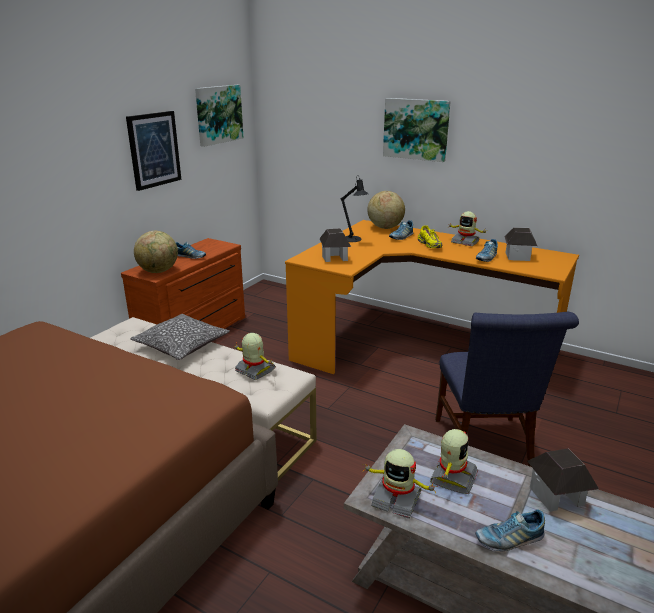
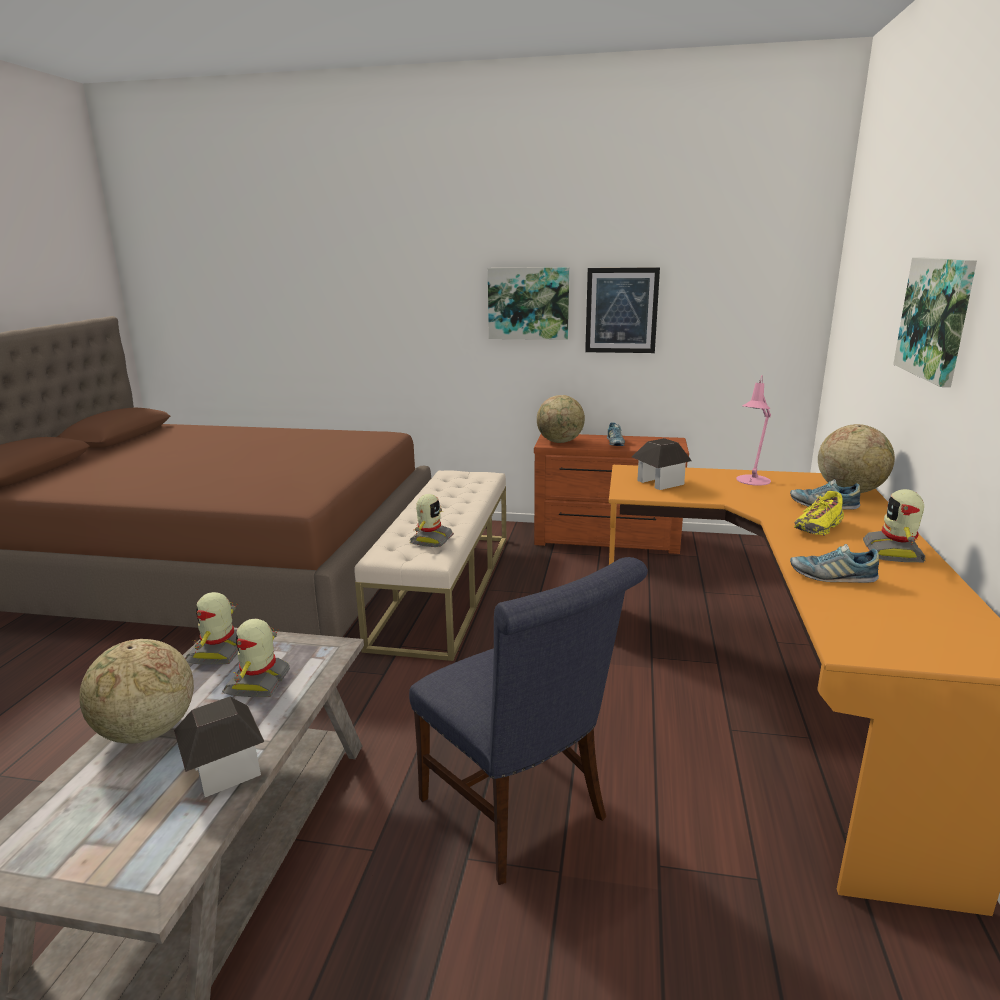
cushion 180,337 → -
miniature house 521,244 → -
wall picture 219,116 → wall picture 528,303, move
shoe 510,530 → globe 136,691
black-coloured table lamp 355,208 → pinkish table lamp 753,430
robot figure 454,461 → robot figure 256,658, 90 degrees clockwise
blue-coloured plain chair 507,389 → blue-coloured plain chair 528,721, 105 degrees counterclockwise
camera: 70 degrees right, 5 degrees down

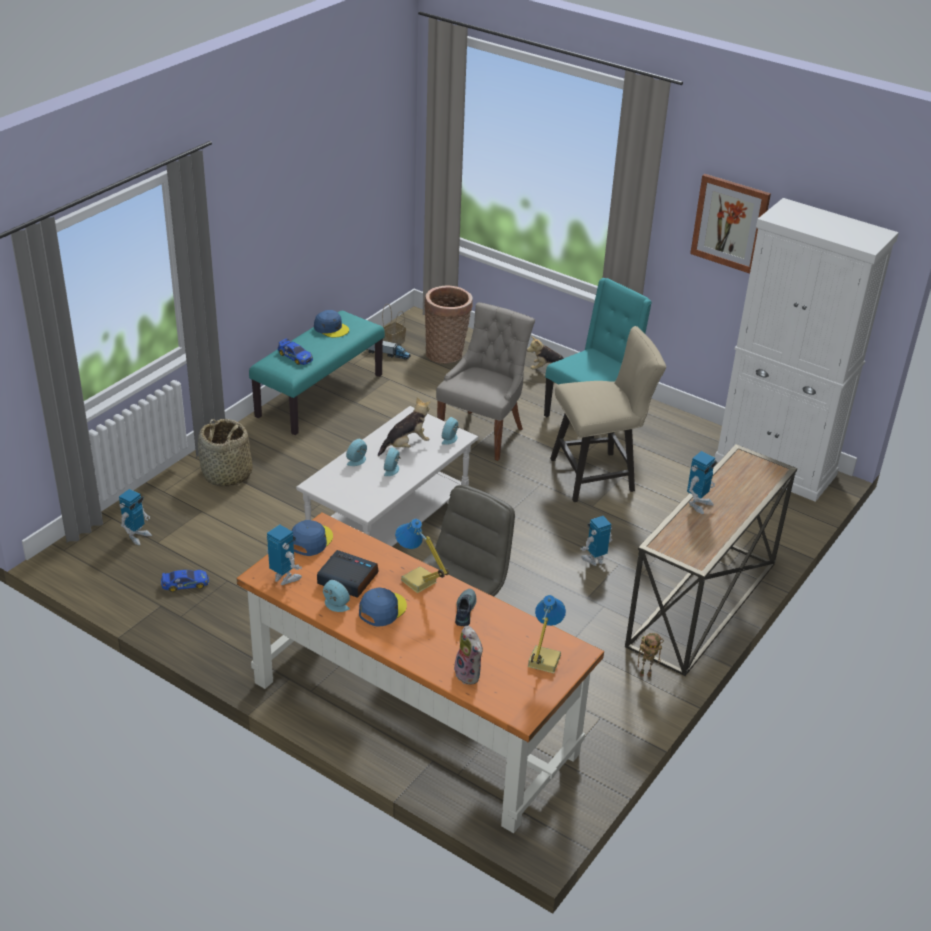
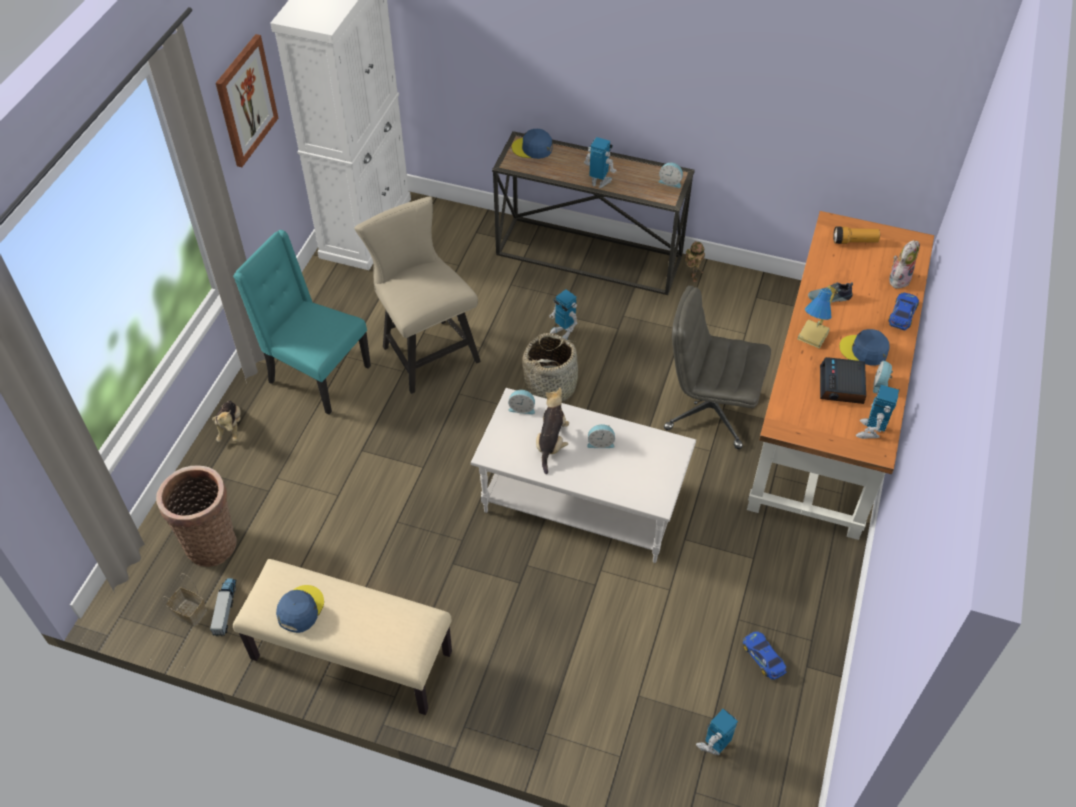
greyish plain chair 485,381 → -
storage basket 225,452 → storage basket 551,368, move
model car 295,352 → model car 903,311, move
blue-coloured cap 312,538 → blue-coloured cap 532,144, move
table clock 356,452 → table clock 670,175, move
table lamp 547,634 → flashlight 856,235
turquoise long seat 317,373 → beige long seat 342,637
robot figure 135,517 → robot figure 717,732, 60 degrees counterclockwise
plush toy 404,426 → plush toy 552,431, 60 degrees clockwise
camera: 105 degrees left, 15 degrees up

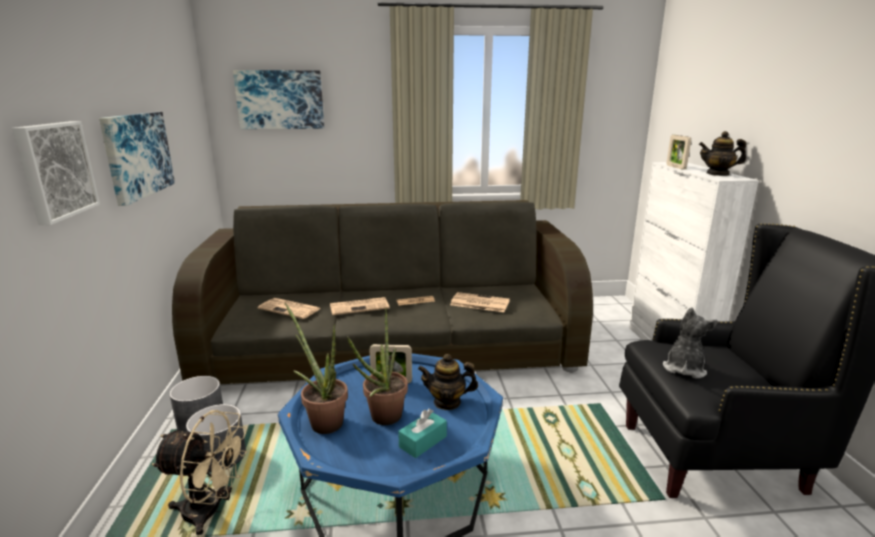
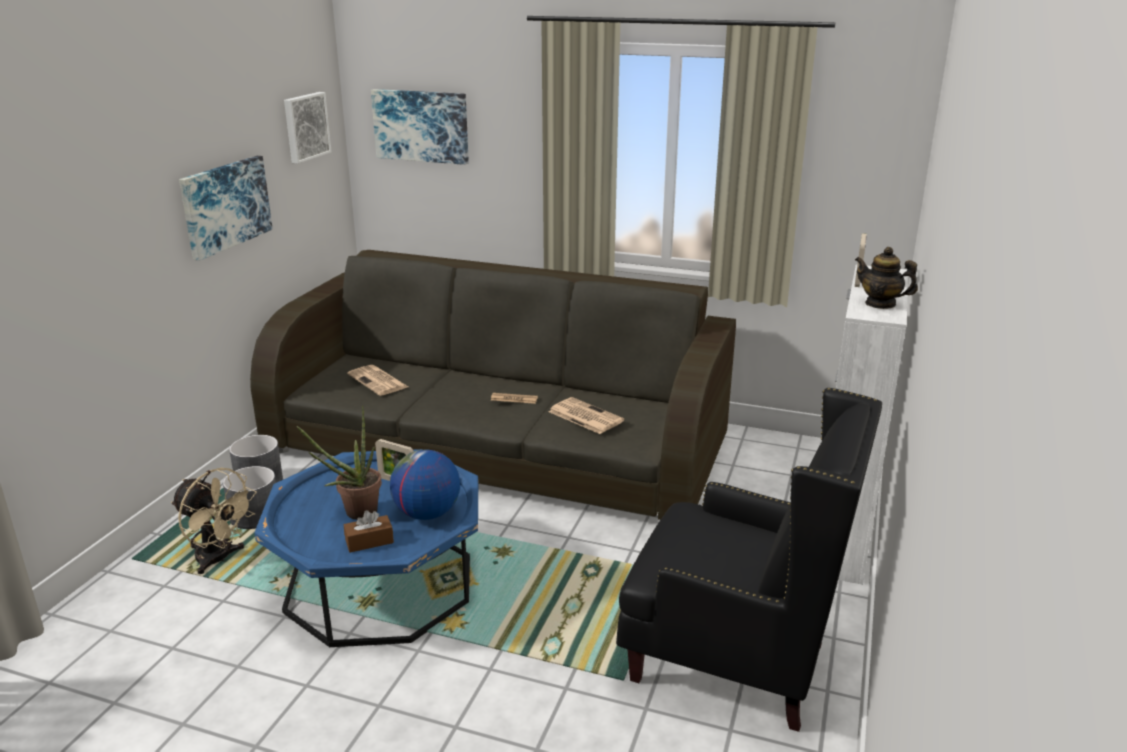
plant in a pot 316,368 → -
newspaper 360,306 → -
plush toy 690,343 → -
wall picture 56,173 → wall picture 308,128, move
teapot 448,382 → globe 425,485
turquoise box of tissues 422,433 → brown-coloured box of tissues 369,531
camera: 25 degrees right, 5 degrees up

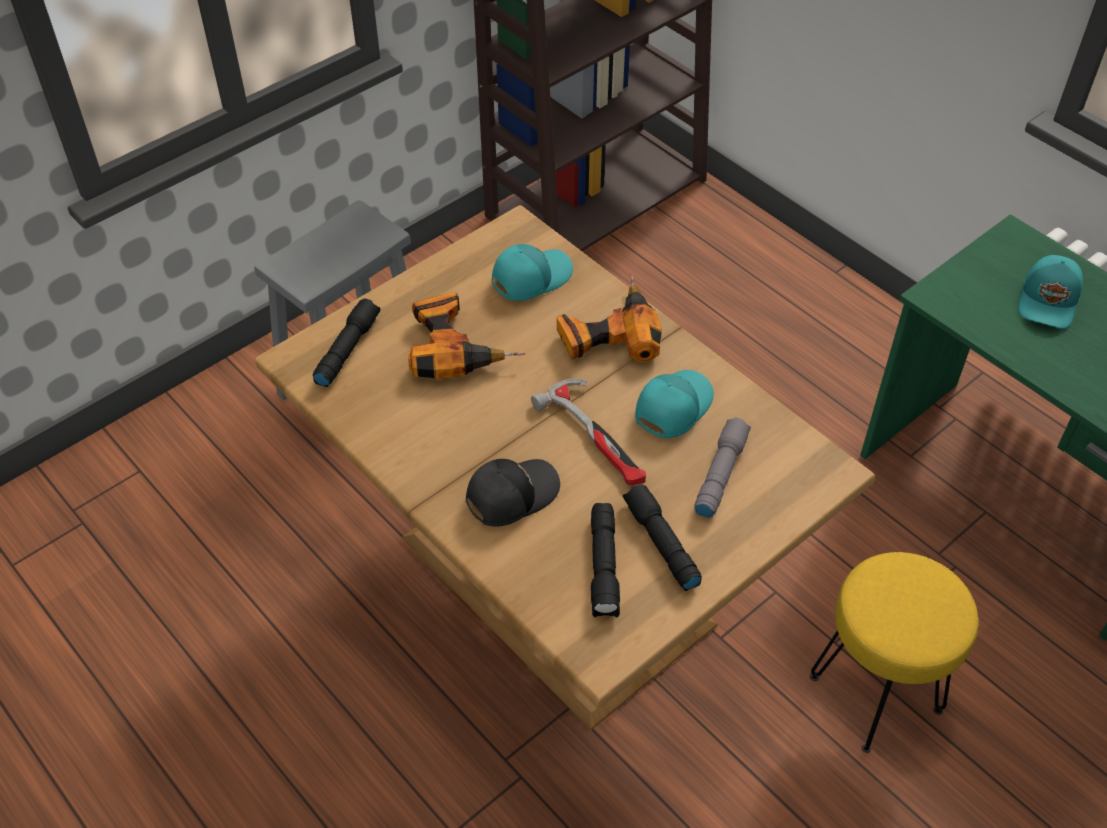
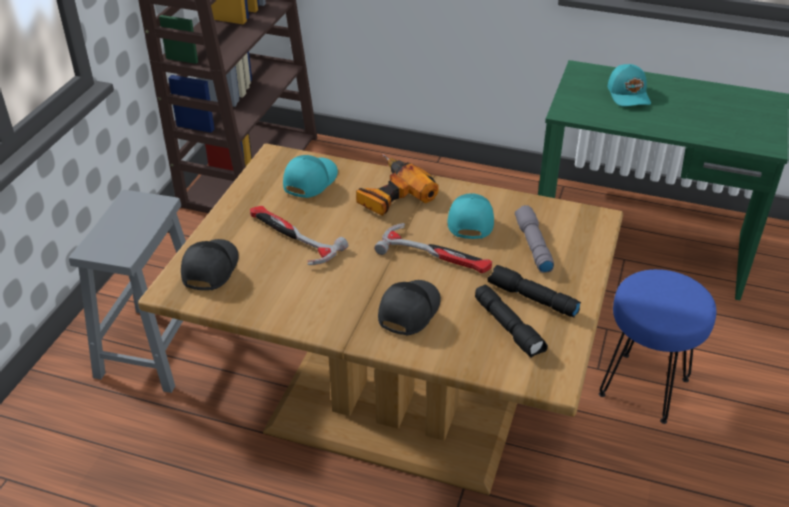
black-coloured flashlight 346,343 → black-coloured cap 210,264
drill 466,335 → hammer 299,235
yellow-coloured sitting stool 894,652 → blue-coloured sitting stool 657,346
camera: 30 degrees left, 10 degrees down

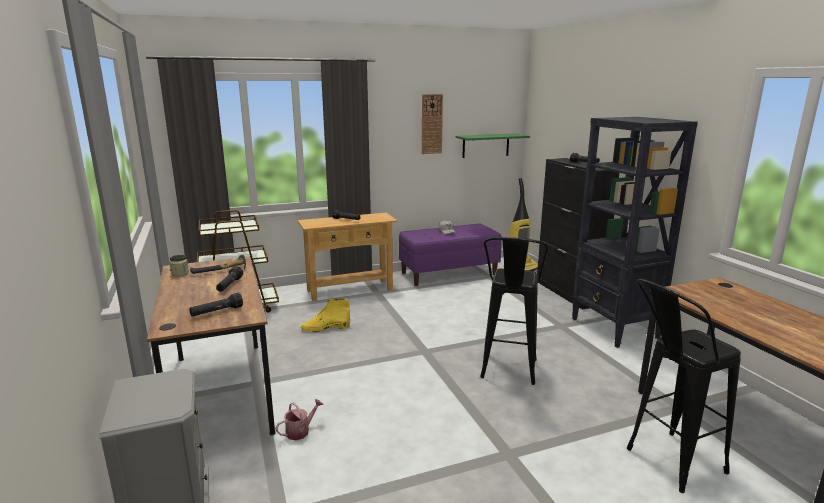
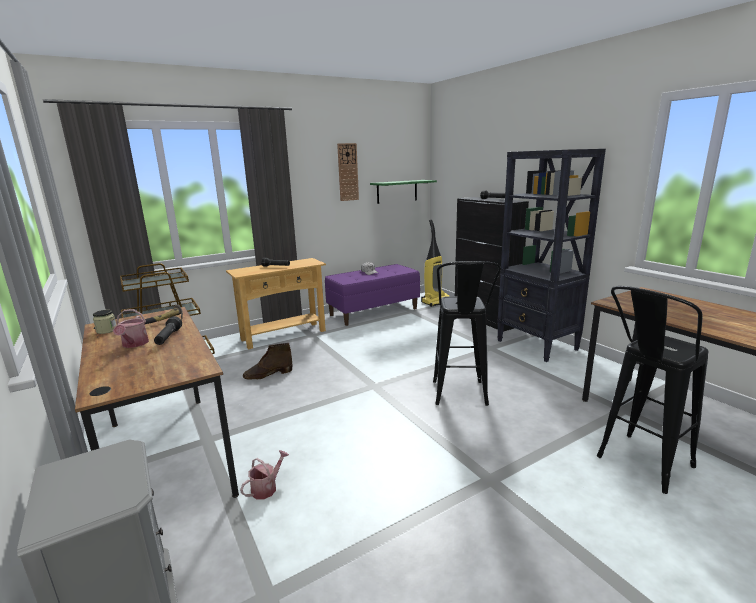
black-coloured flashlight 216,305 → -
- → sprinkling can 131,328
yellow-coloured high-top boot 325,315 → brown-coloured high-top boot 268,361
camera: 10 degrees left, 0 degrees up

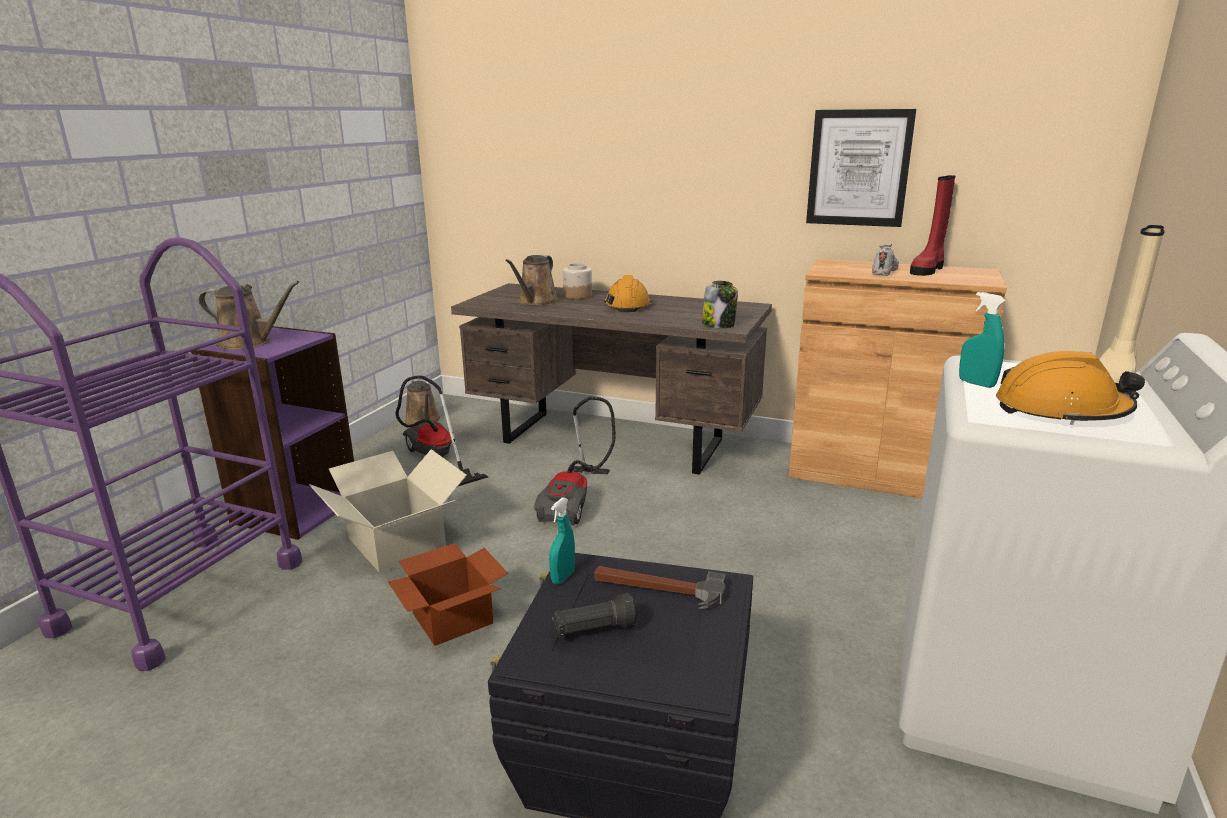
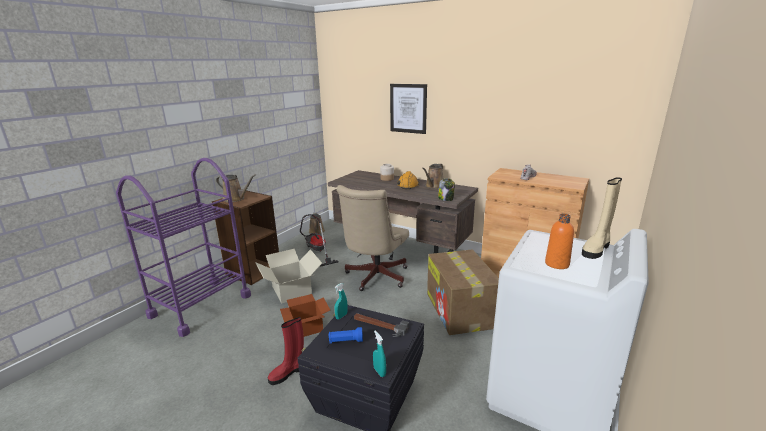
- → carton 463,292
brown-coloured sprinkling can 531,280 → brown-coloured sprinkling can 432,176, move
wall picture 861,168 → wall picture 408,109, move
reddish high-top boot 932,225 → reddish high-top boot 286,351, move
turquoise sprayer 982,340 → turquoise sprayer 379,354, move
vacuum 575,461 → beige desk chair 373,238
orange-coloured safety helmet 1070,388 → orange-coloured drink bottle 559,241
purple-coloured bookcase 272,433 → brown-coloured bookcase 245,237
black-coloured flashlight 594,615 → blue-coloured flashlight 346,335
camera: 10 degrees right, 0 degrees up

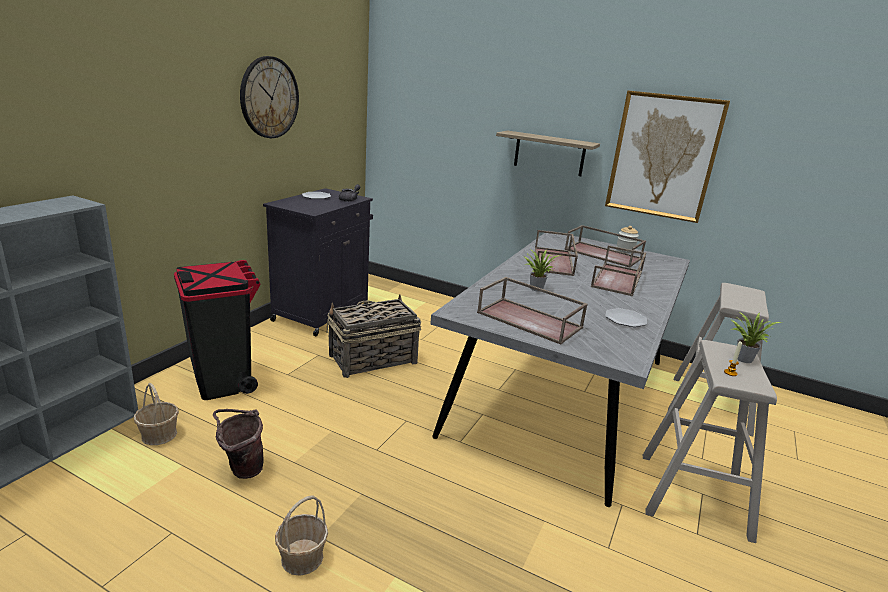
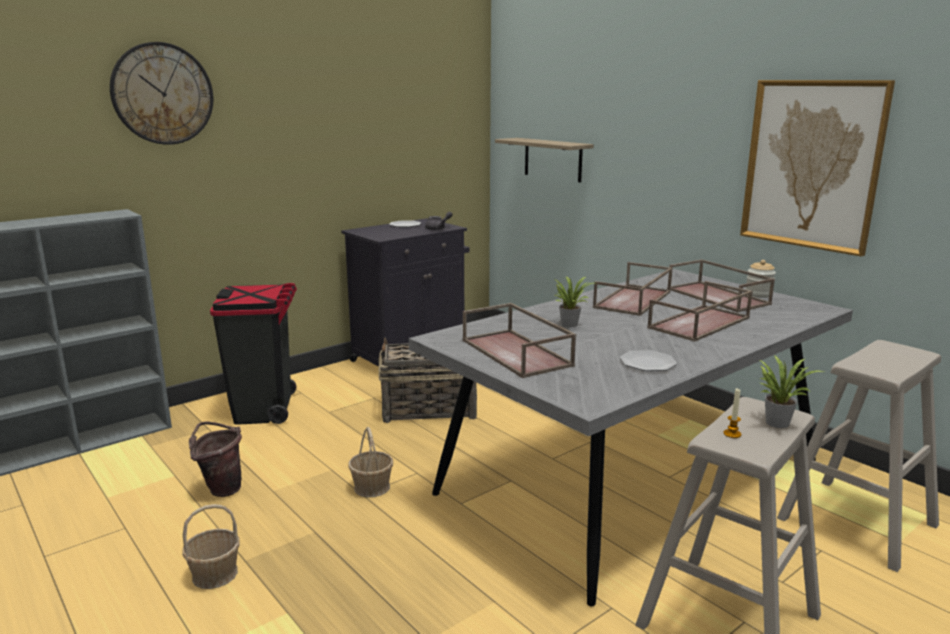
storage basket 156,414 → storage basket 370,462, move
hanging clock 269,97 → hanging clock 161,93, move
wall shelf 548,153 → wall shelf 544,160, move
camera: 25 degrees right, 5 degrees down

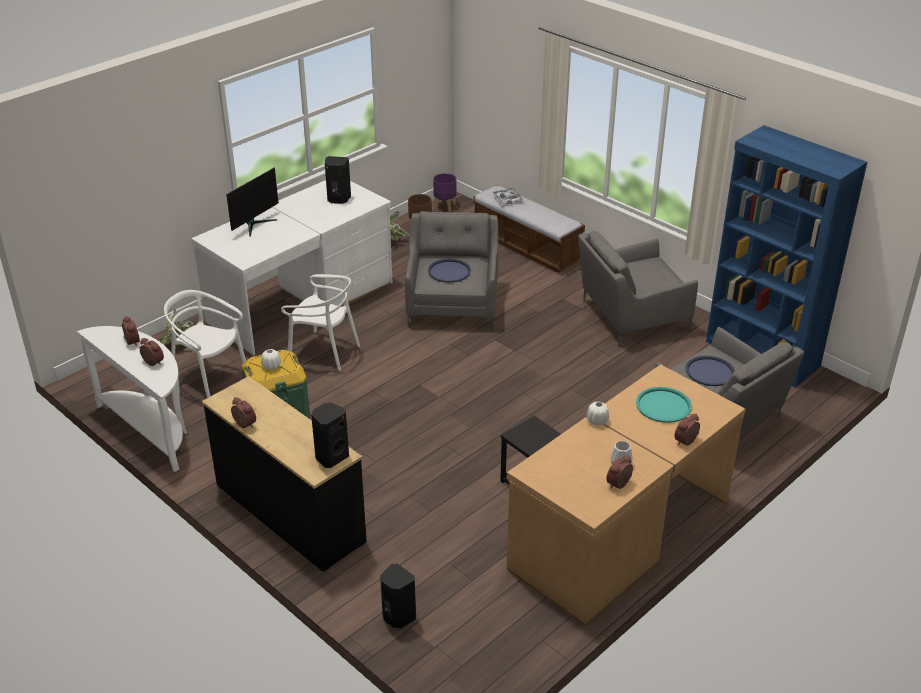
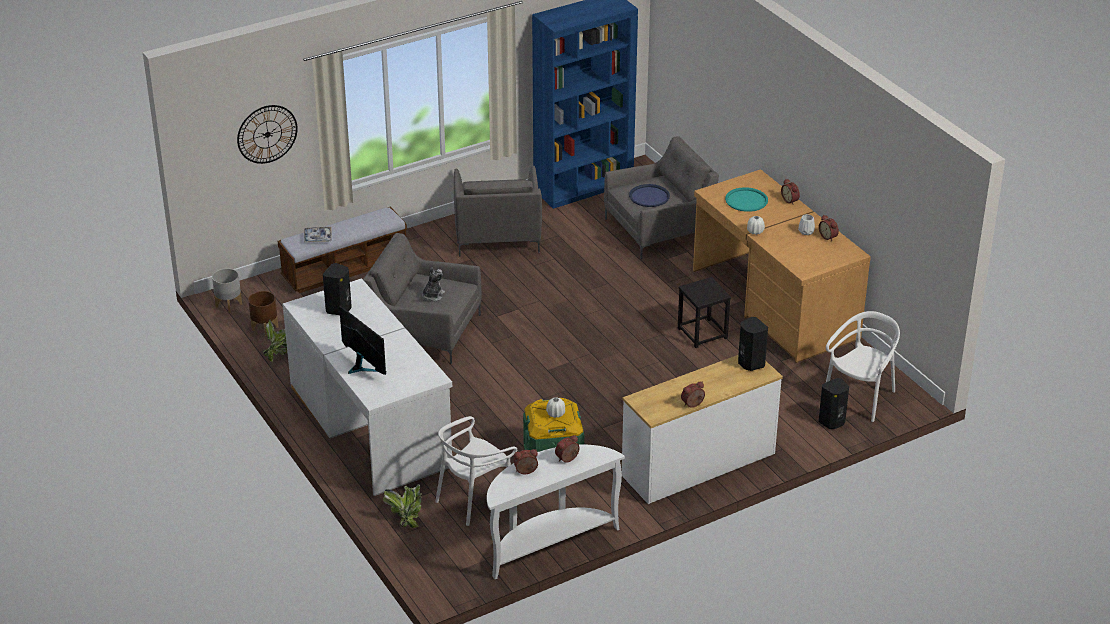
- → hanging clock 267,134
whitish plain chair 320,322 → whitish plain chair 863,366, move
blue-coloured carrying tray 449,271 → plush toy 433,284
black-coloured drawer chest 284,474 → whitish drawer chest 702,429
purple-coloured flower pot 444,192 → greyish flower pot 227,290
camera: 75 degrees left, 0 degrees up

